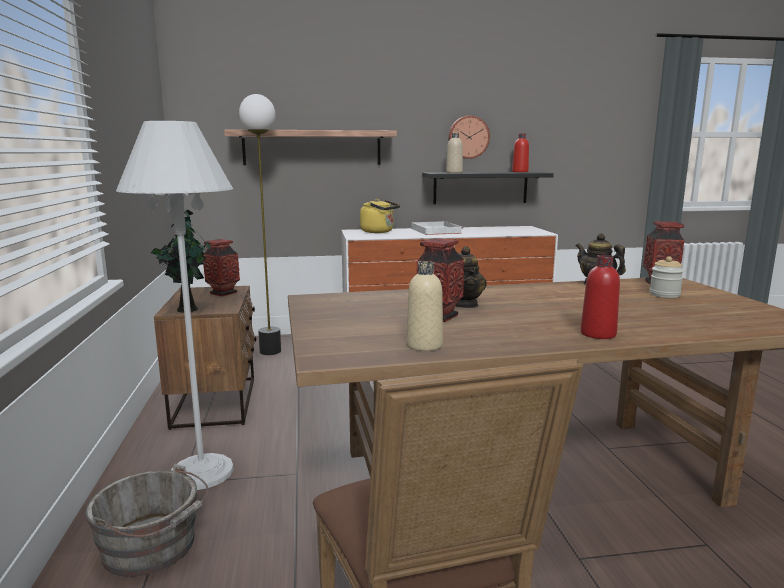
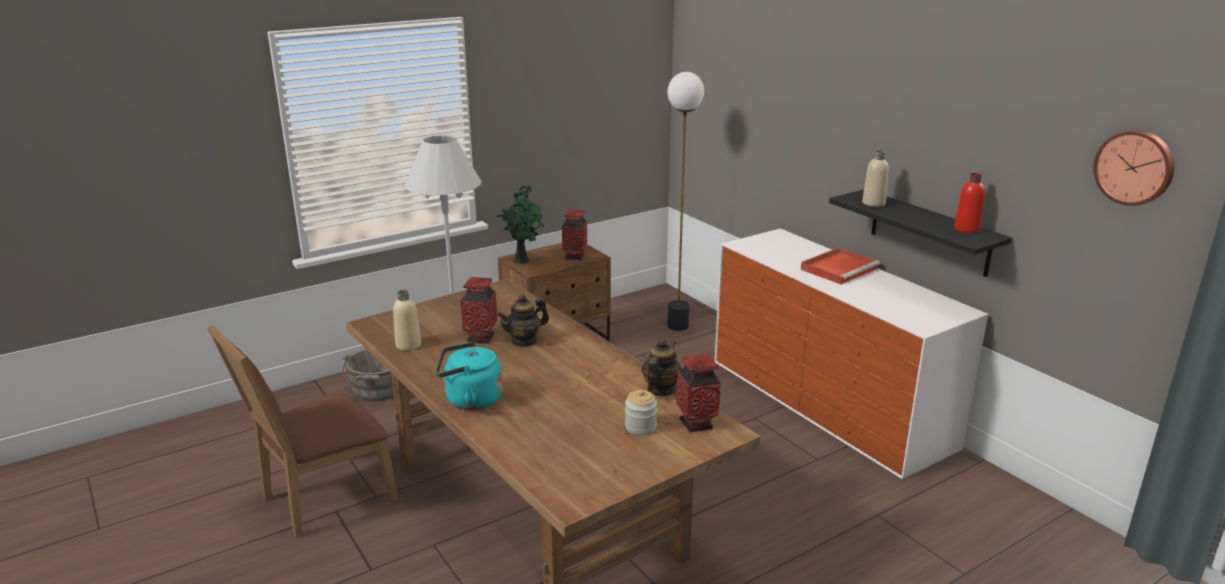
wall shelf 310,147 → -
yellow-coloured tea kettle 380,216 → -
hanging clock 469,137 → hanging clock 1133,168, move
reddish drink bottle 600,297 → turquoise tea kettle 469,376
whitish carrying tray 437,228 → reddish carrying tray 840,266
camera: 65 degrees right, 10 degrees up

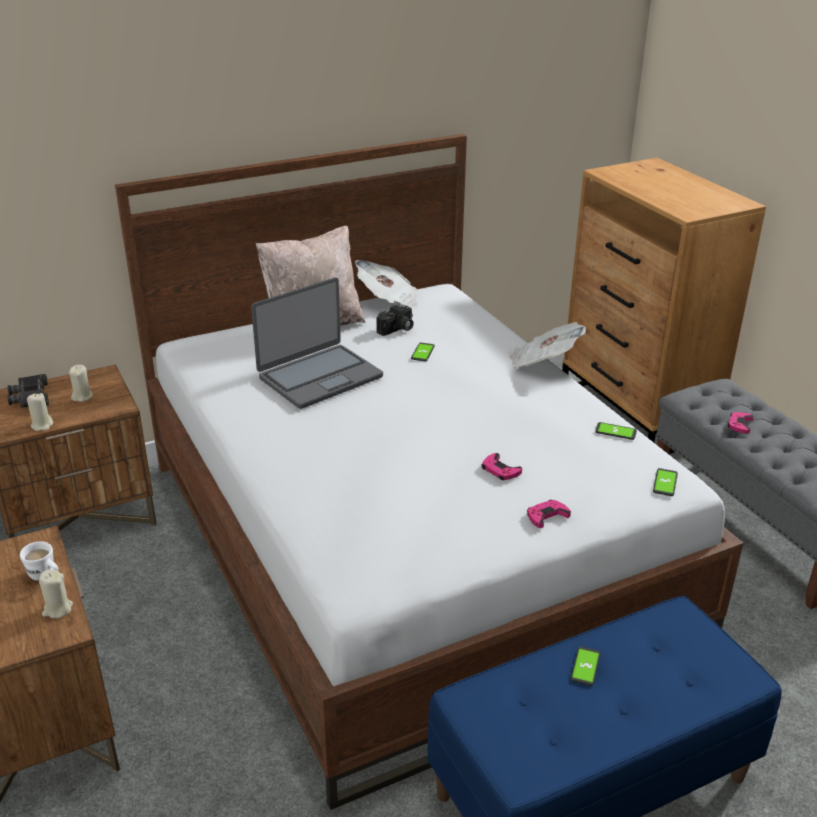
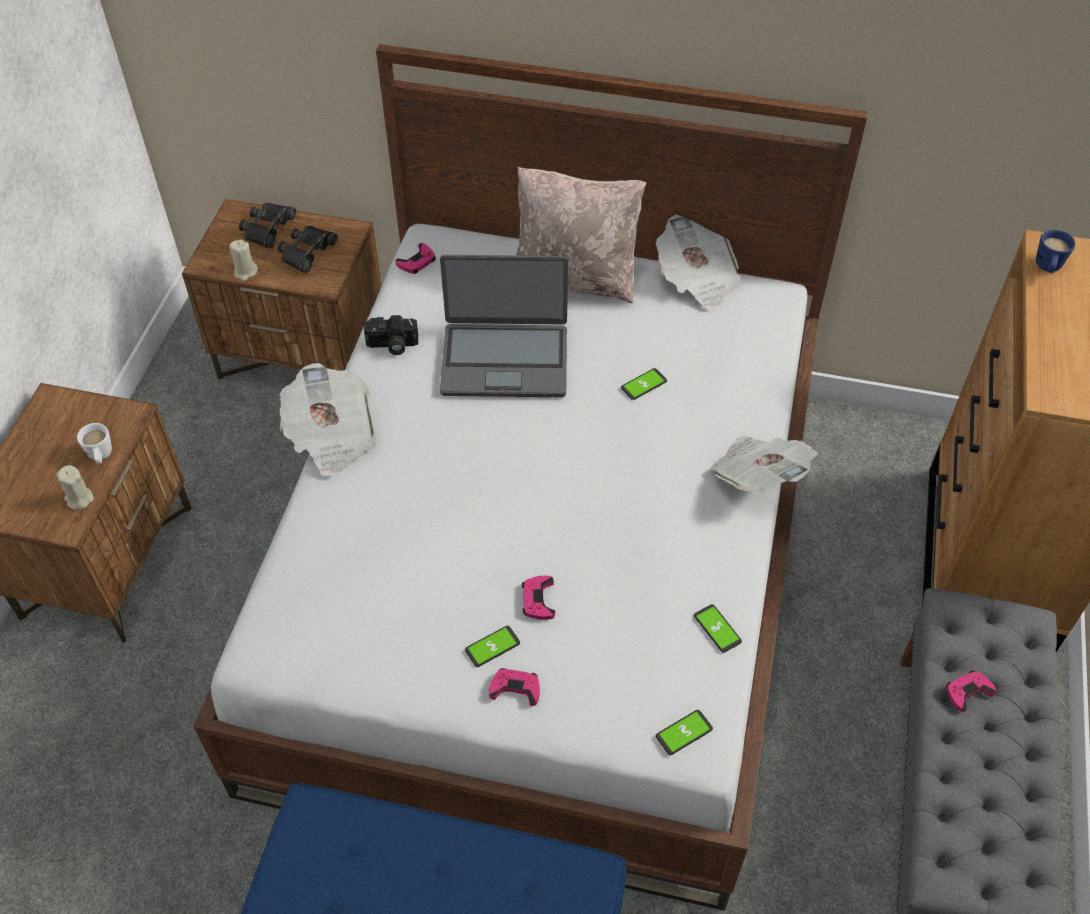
- → newspaper 328,420
- → pinkish gamepad 415,258
- → blue-coloured coffee mug 1055,251
still camera 395,320 → still camera 391,335, move
phone 585,666 → phone 492,646, move
beige wax light 81,383 → black-coloured pair of binoculars 308,249
camera: 40 degrees right, 20 degrees up

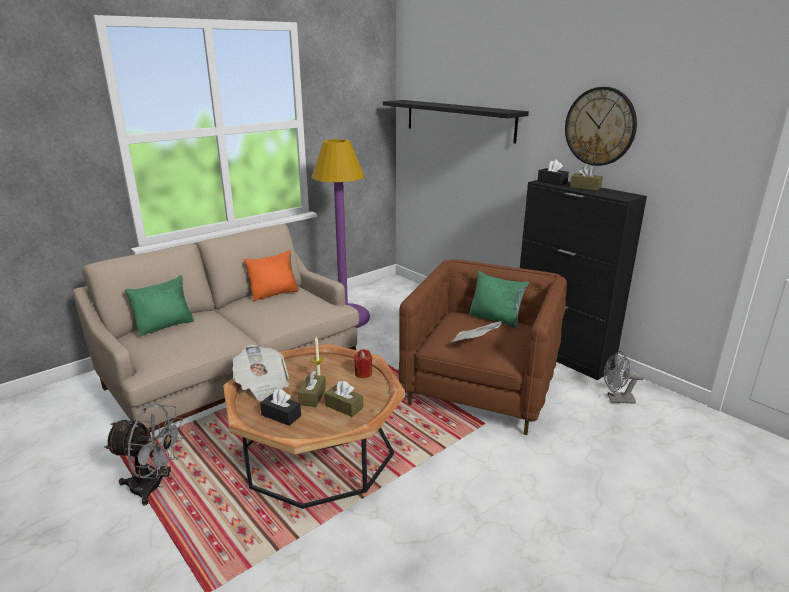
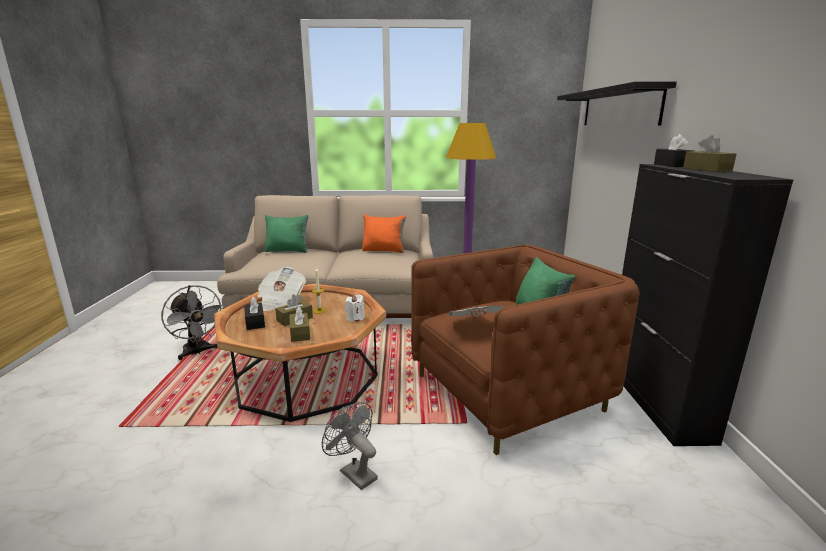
hanging clock 601,126 → -
greyish cooling fan 624,377 → greyish cooling fan 350,446, move
reddish wax light 363,363 → whitish wax light 355,308
camera: 40 degrees right, 5 degrees down

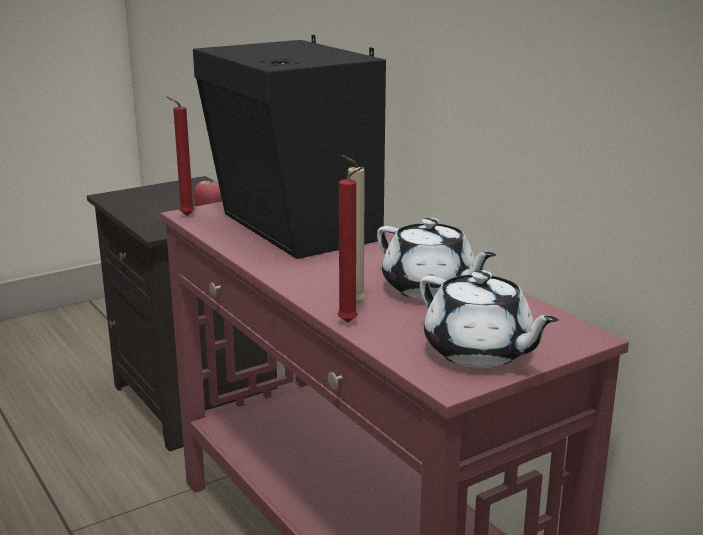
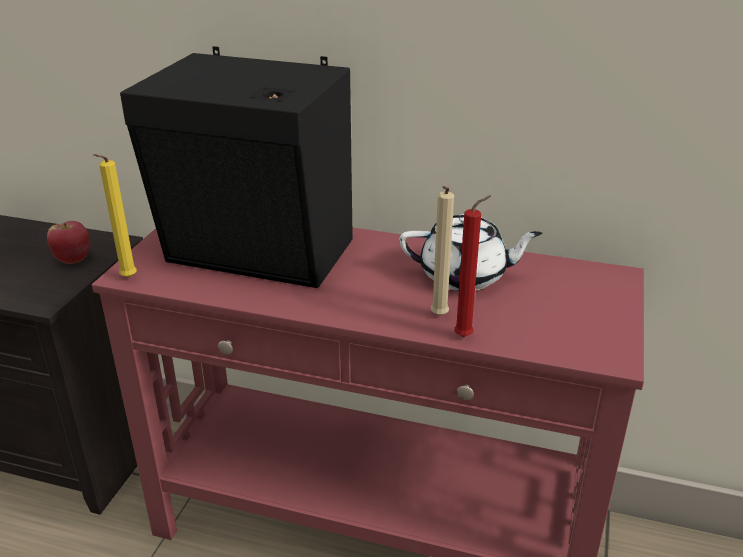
whitish teapot 489,319 → -
reddish wax light 180,156 → yellow-coloured wax light 115,216
camera: 40 degrees left, 10 degrees up

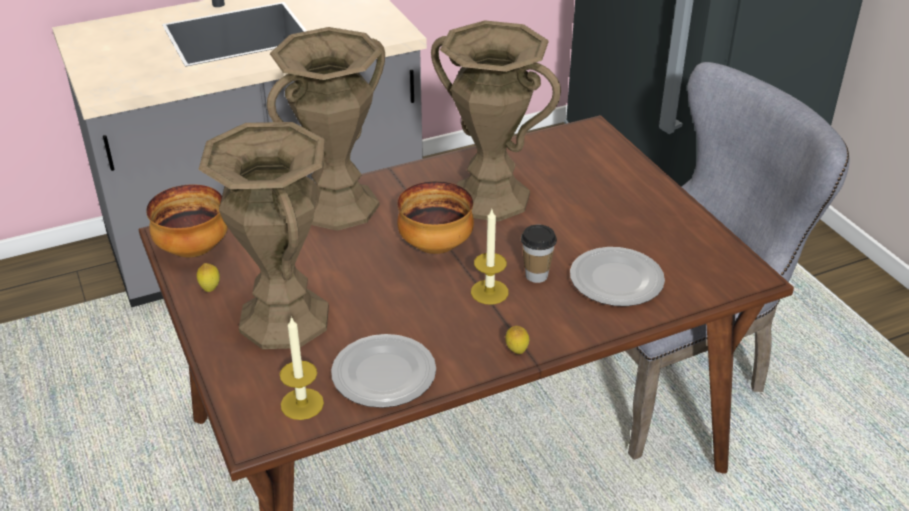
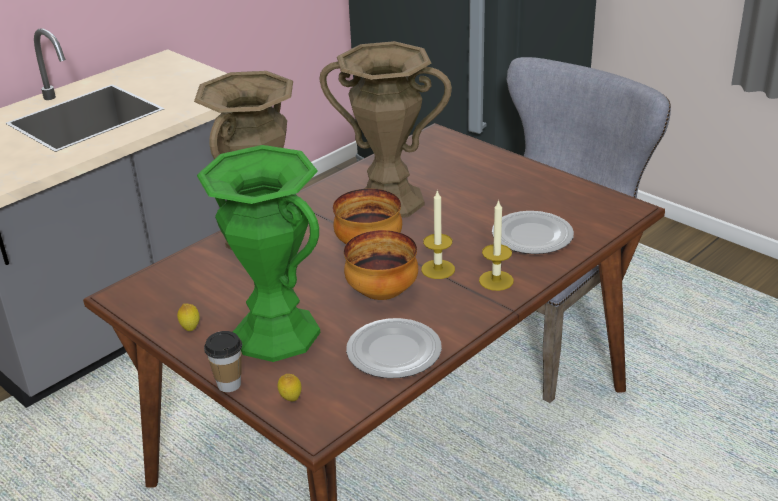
deep dish 187,221 → deep dish 381,265, move
wax light 302,368 → wax light 496,245, move
citrus fruit 517,340 → citrus fruit 290,387, move
cup 539,253 → cup 223,361, move
brown-coloured decorative vase 263,235 → green decorative vase 258,253
camera: 20 degrees left, 5 degrees down

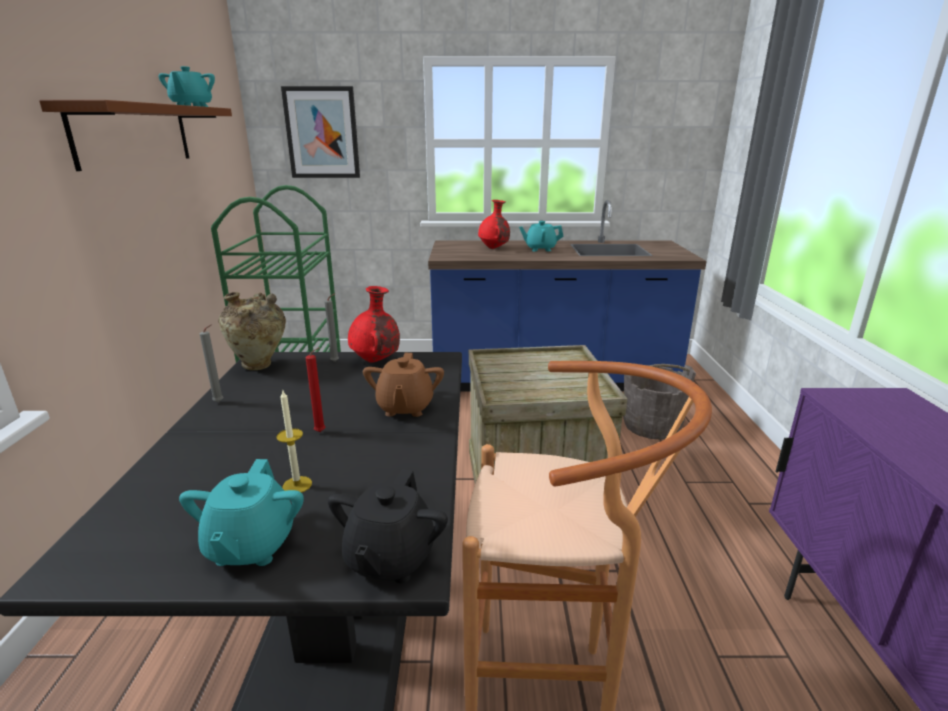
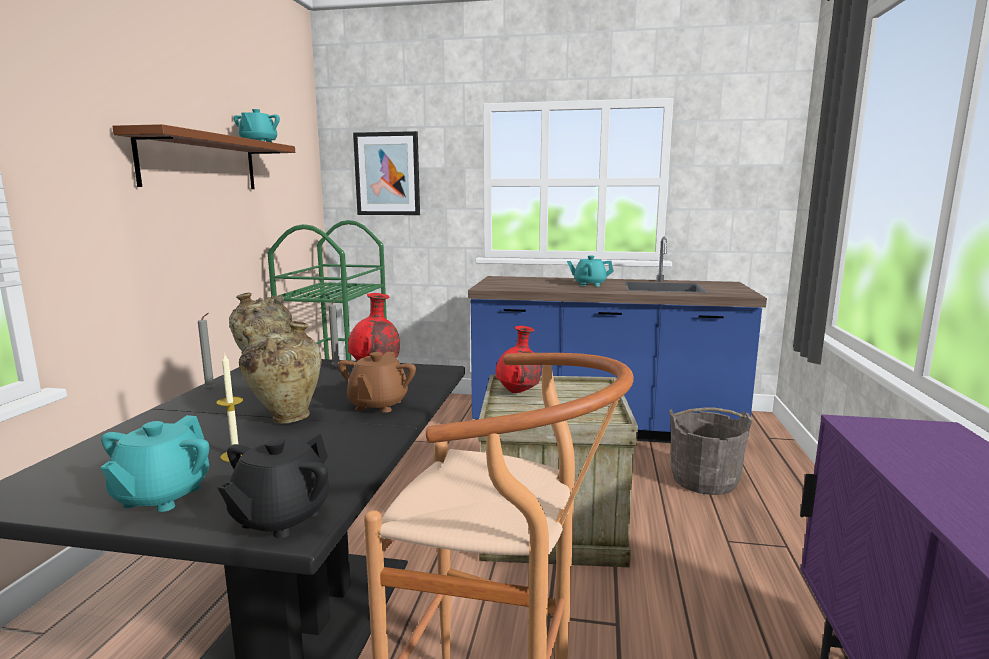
reddish decorative vase 494,224 → reddish decorative vase 518,359, move
reddish wax light 315,389 → beige decorative vase 280,372
camera: 10 degrees right, 10 degrees down

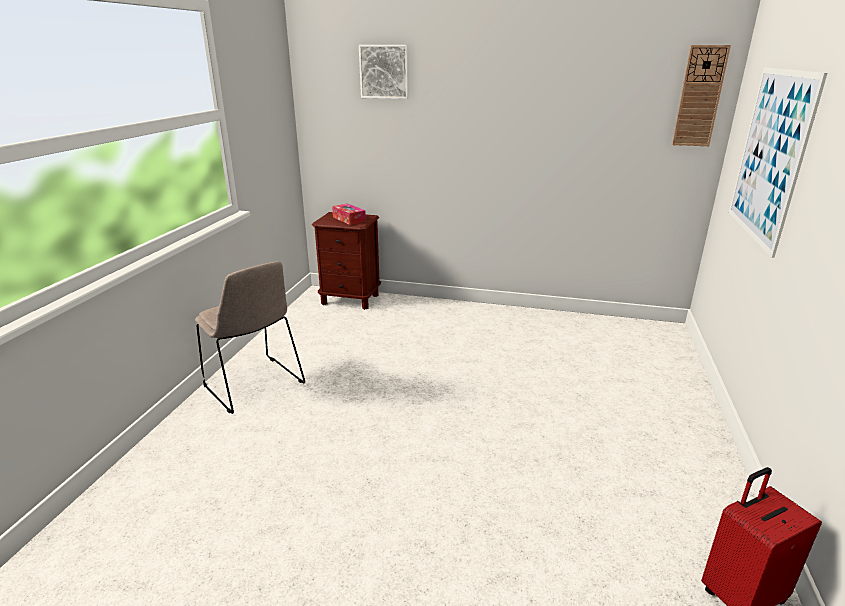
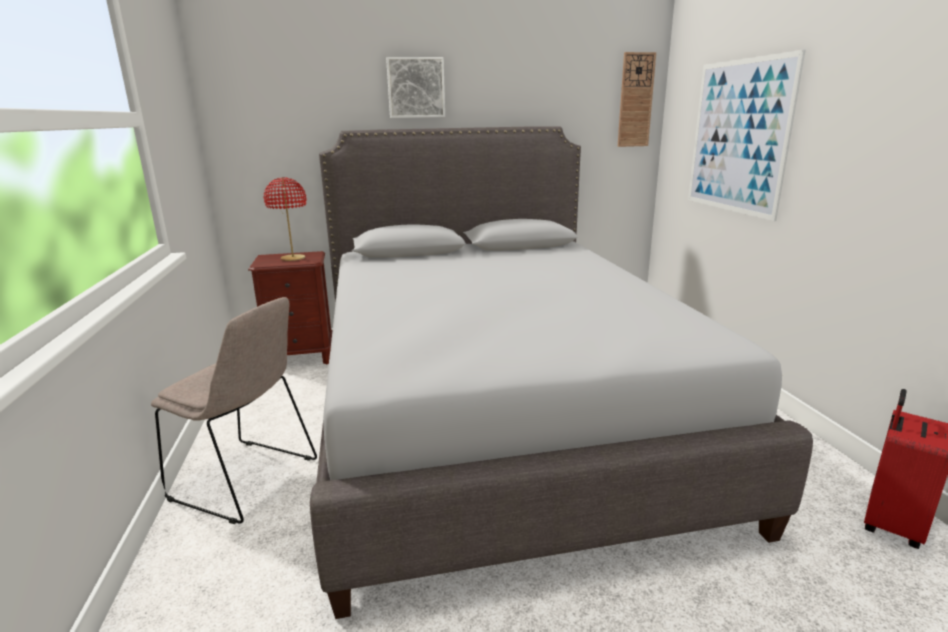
- → greyish sleeping bed 561,372
wall picture 384,72 → wall picture 415,87, move
box of tissues 349,214 → reddish table lamp 285,219
camera: 25 degrees left, 5 degrees down

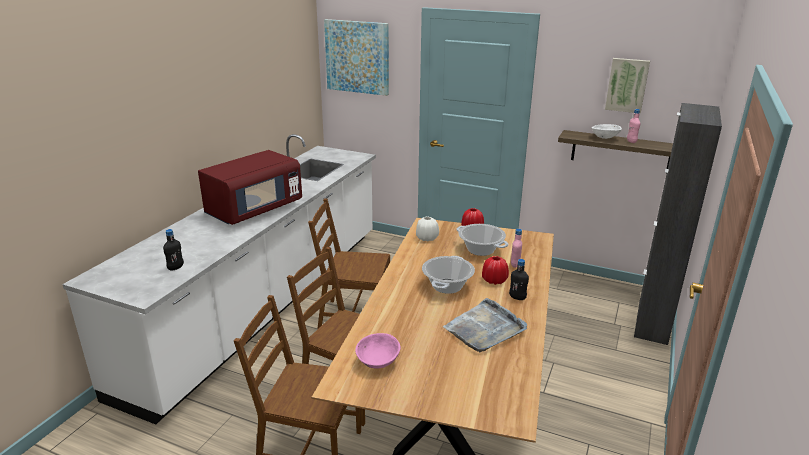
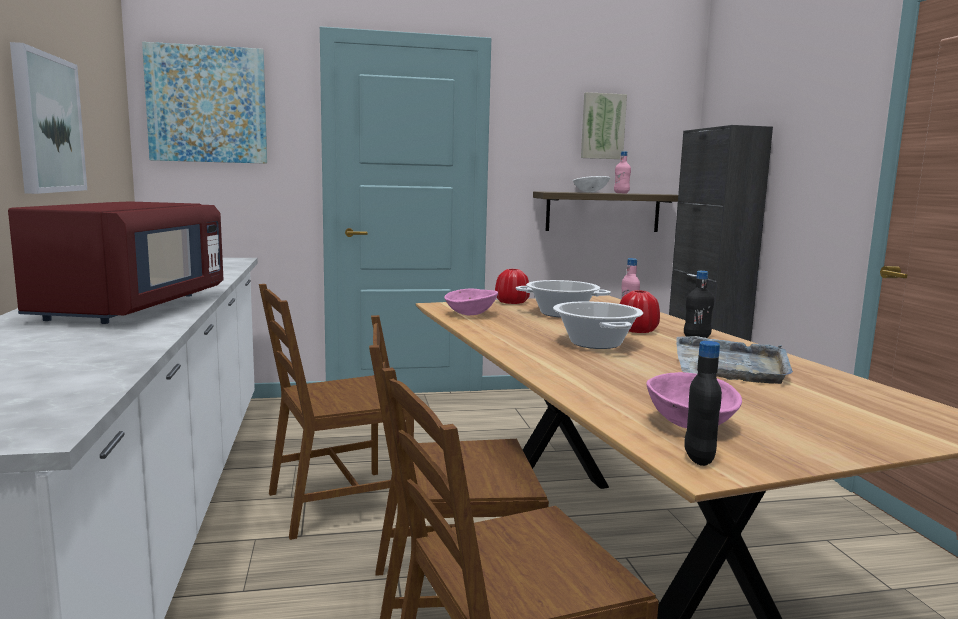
- → wall picture 48,118
black-coloured drink bottle 173,250 → black-coloured drink bottle 703,403, move
whitish decorative vase 427,229 → pinkish deep dish 471,301
camera: 35 degrees left, 15 degrees down

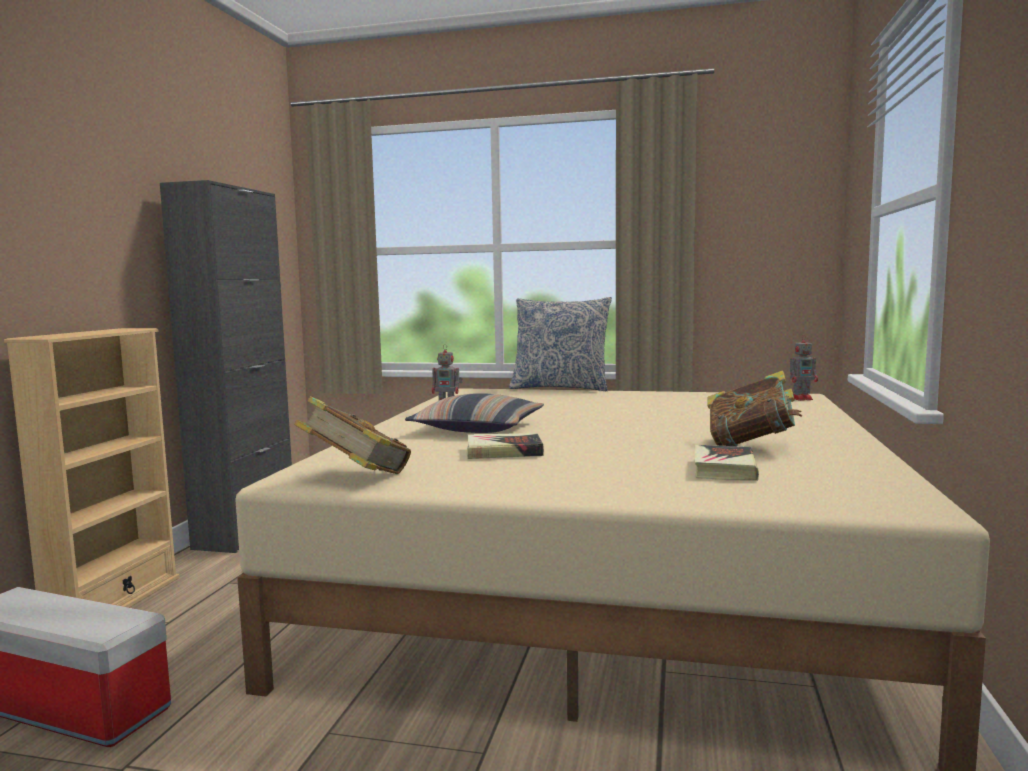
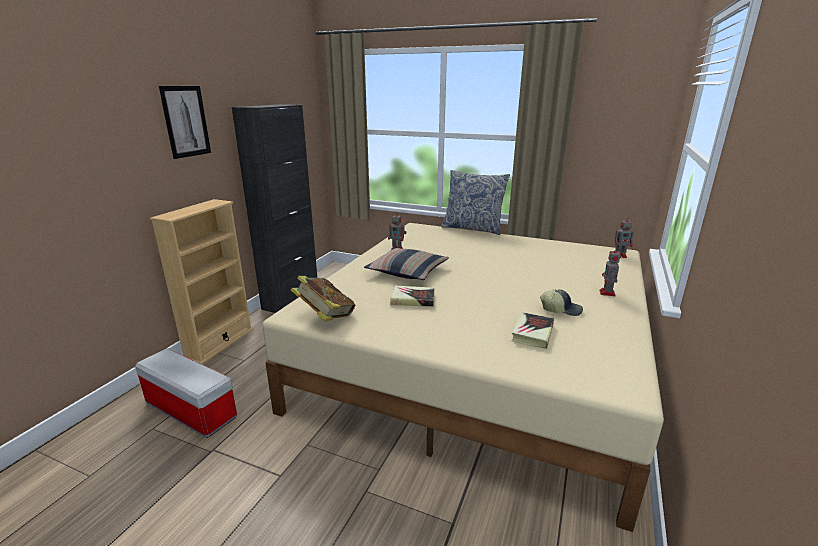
- → wall picture 185,122
- → robot figure 609,271
book 754,408 → cap 561,302
camera: 10 degrees right, 15 degrees up

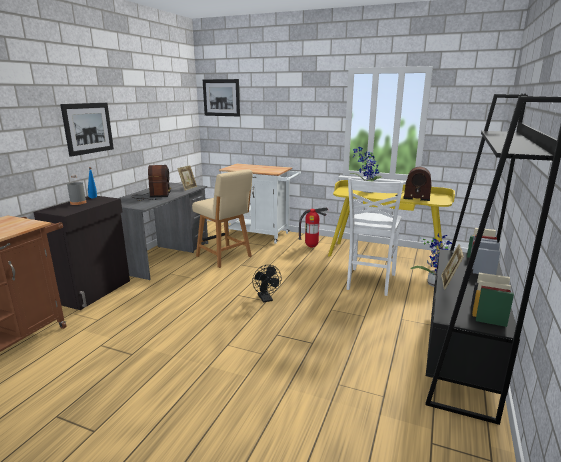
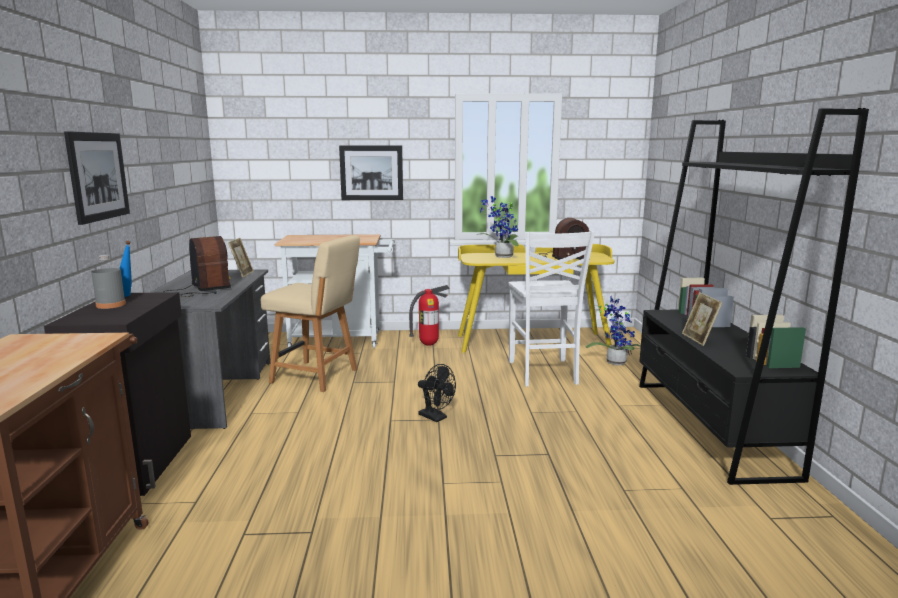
wall picture 221,97 → wall picture 371,172, move
camera: 25 degrees left, 5 degrees down

